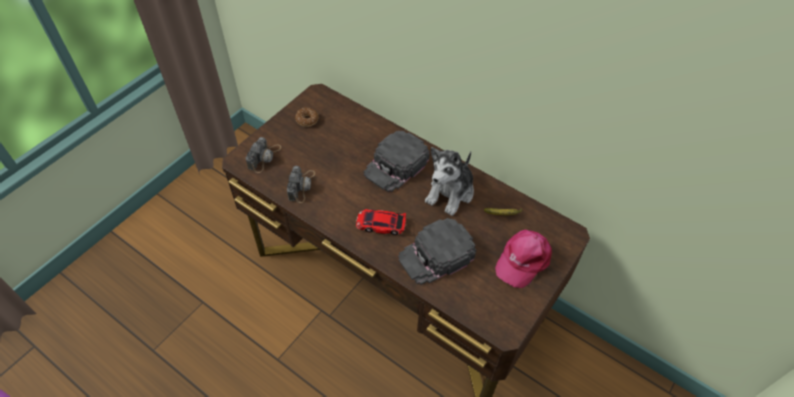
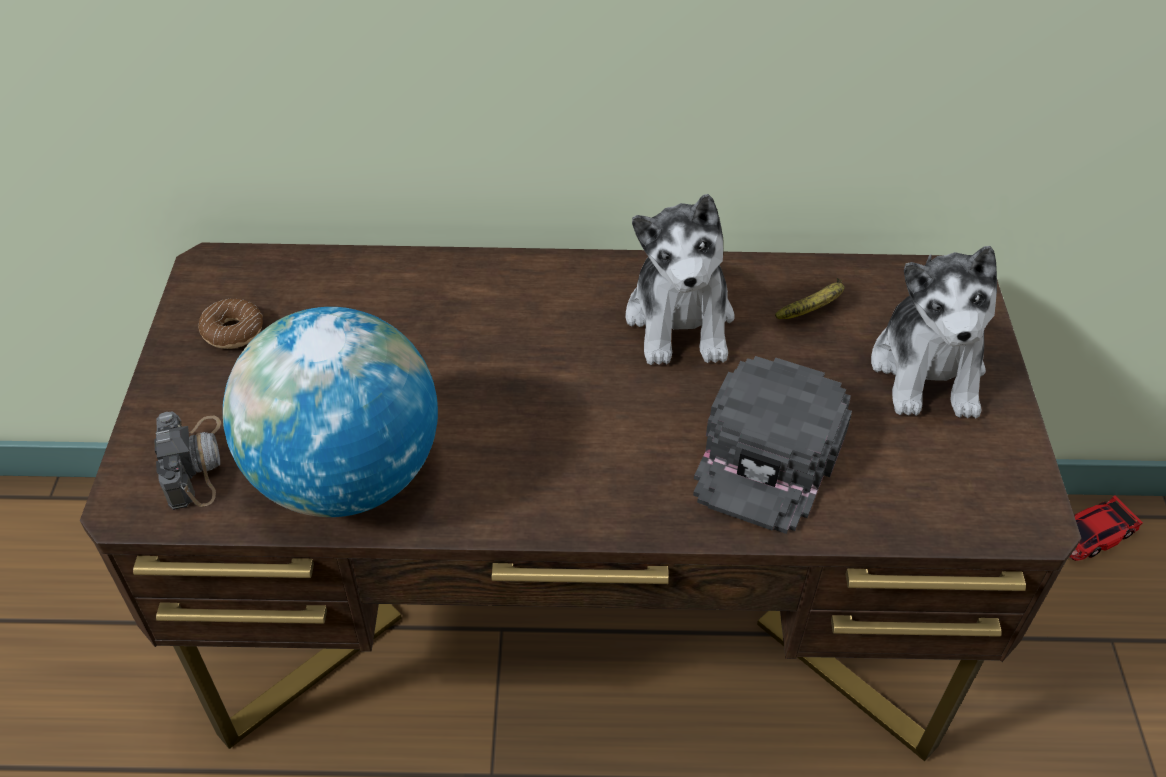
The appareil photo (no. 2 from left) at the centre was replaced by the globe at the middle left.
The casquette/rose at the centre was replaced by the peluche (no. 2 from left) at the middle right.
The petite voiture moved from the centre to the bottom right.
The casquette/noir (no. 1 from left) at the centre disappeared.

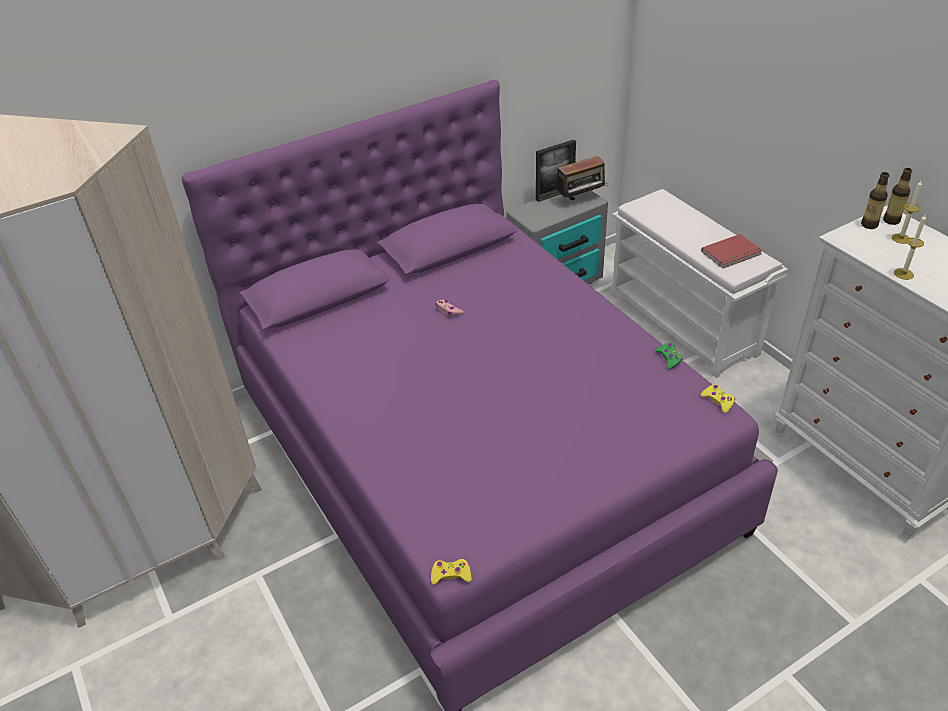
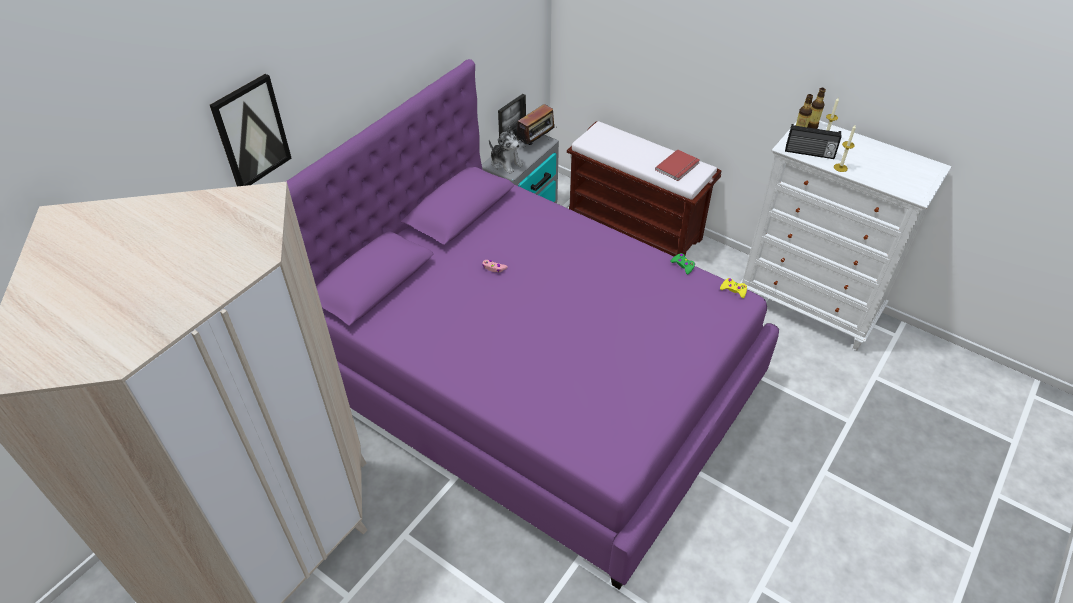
The tableau at the top left appeared.
The peluche at the top centre appeared.
The banc/blanc at the middle right became the banc/marron at the top centre.
The radio (no. 2 from left) at the top right appeared.
The manette/jaune (no. 1 from left) at the bottom centre disappeared.

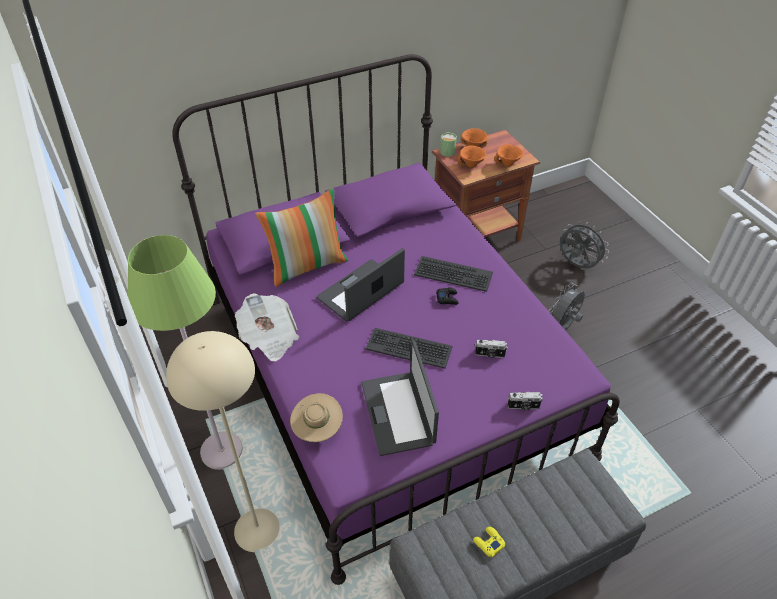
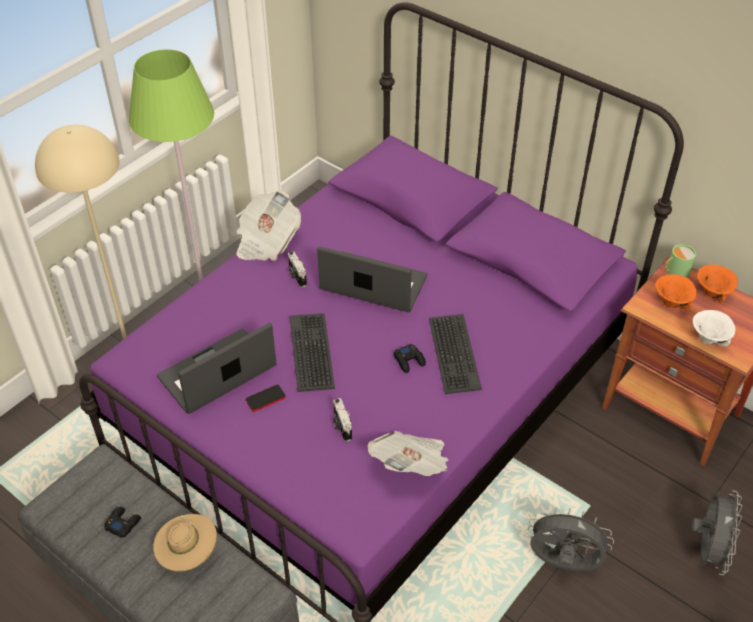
The manette/jaune at the bottom centre became the manette/noir (no. 1 from left) at the bottom left.
The chapeau/beige moved from the bottom centre to the bottom left.
The téléphone at the centre appeared.
The appareil photo (no. 2 from left in the first image) moved from the bottom right to the centre.
The journal (no. 2 from left) at the bottom centre appeared.
The bol/orange (no. 3 from left) at the top centre became the bol/blanc at the middle right.
The coussin at the centre disappeared.

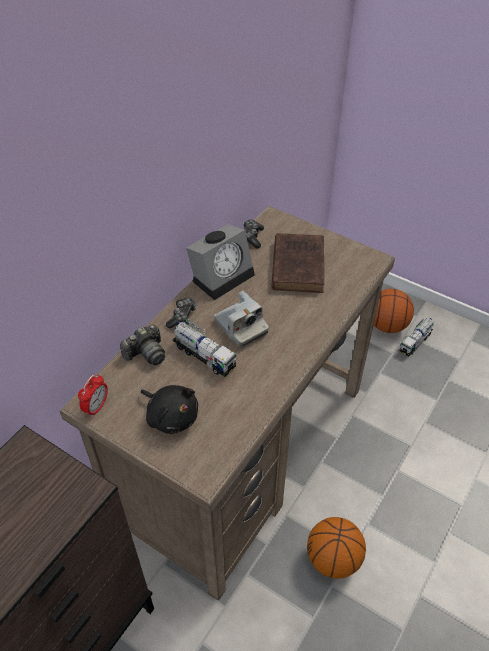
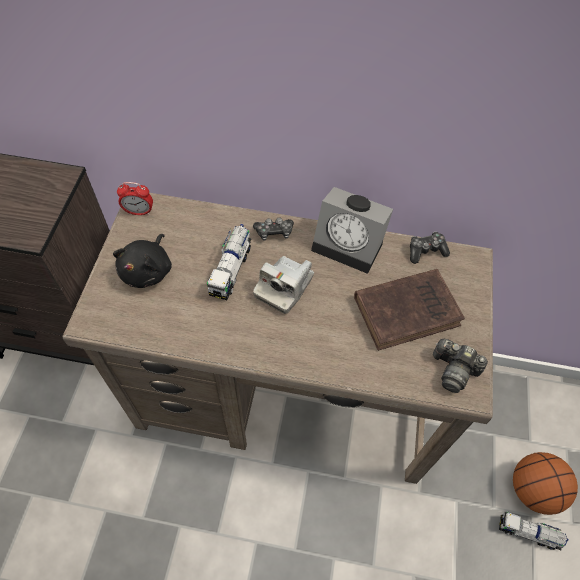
The appareil photo (no. 1 from left in the first image) moved from the middle left to the middle right.
The ballon de basket (no. 1 from left) at the bottom right disappeared.

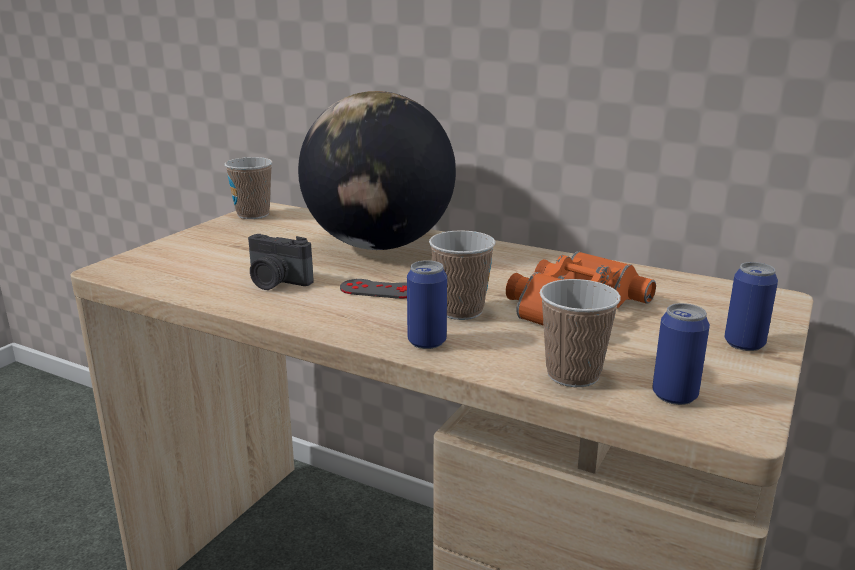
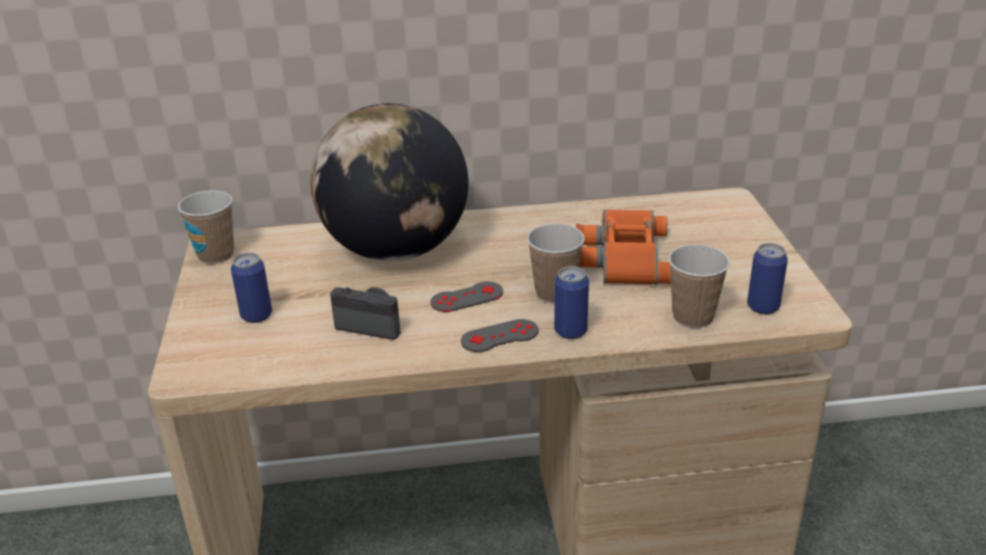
The boîte métallique (no. 3 from left in the first image) moved from the middle right to the middle left.
The appareil photo at the middle left turned 150 degrees counterclockwise.
The manette/gris (no. 2 from left) at the centre appeared.

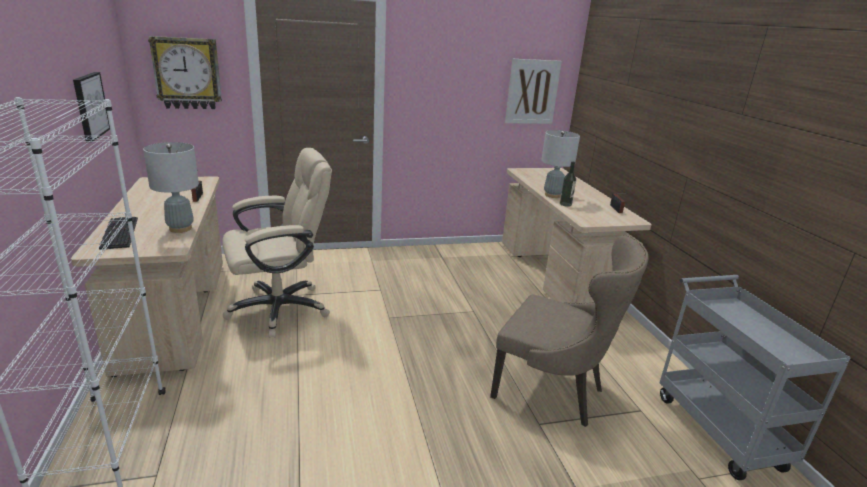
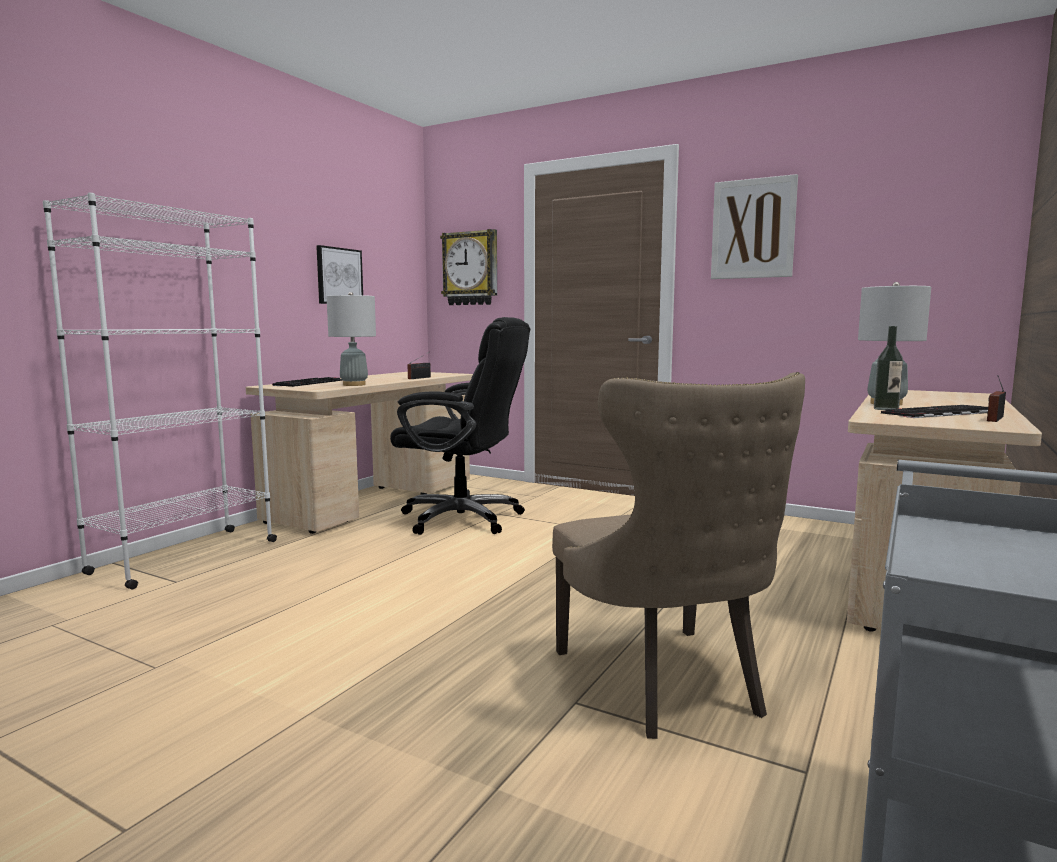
The chaise de bureau/beige at the middle left became the chaise de bureau/noir at the centre.
The tableau (no. 2 from left) moved from the top centre to the top right.
The clavier (no. 2 from left) at the middle right appeared.

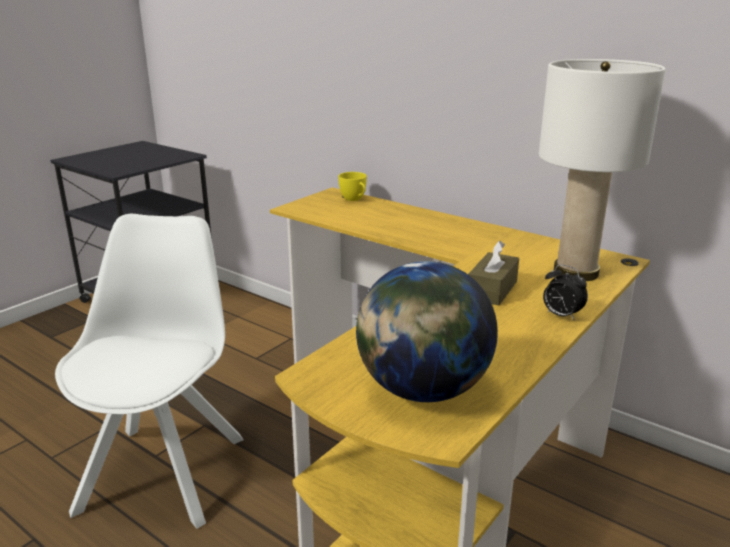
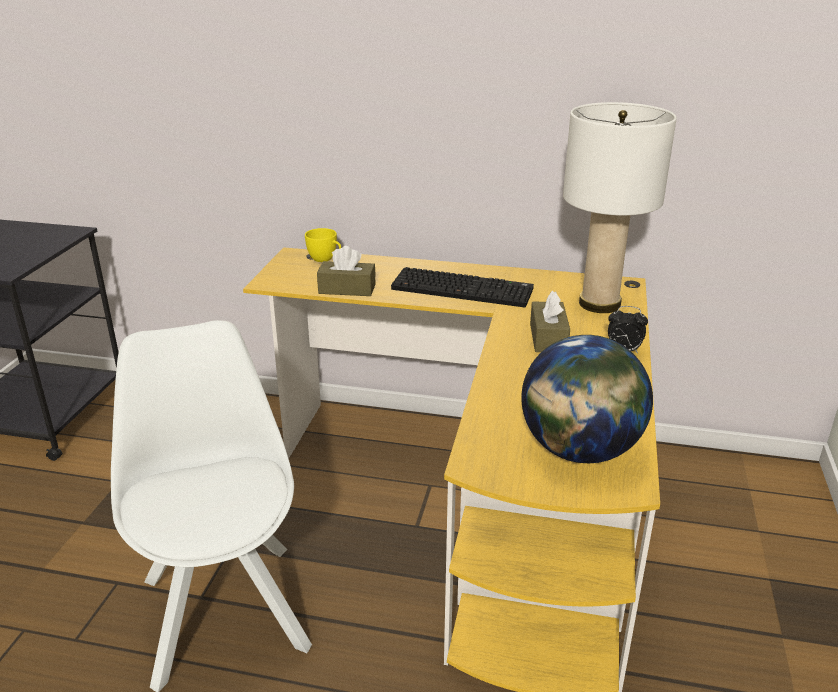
The boîte à mouchoirs/marron (no. 1 from left) at the centre appeared.
The clavier at the centre appeared.

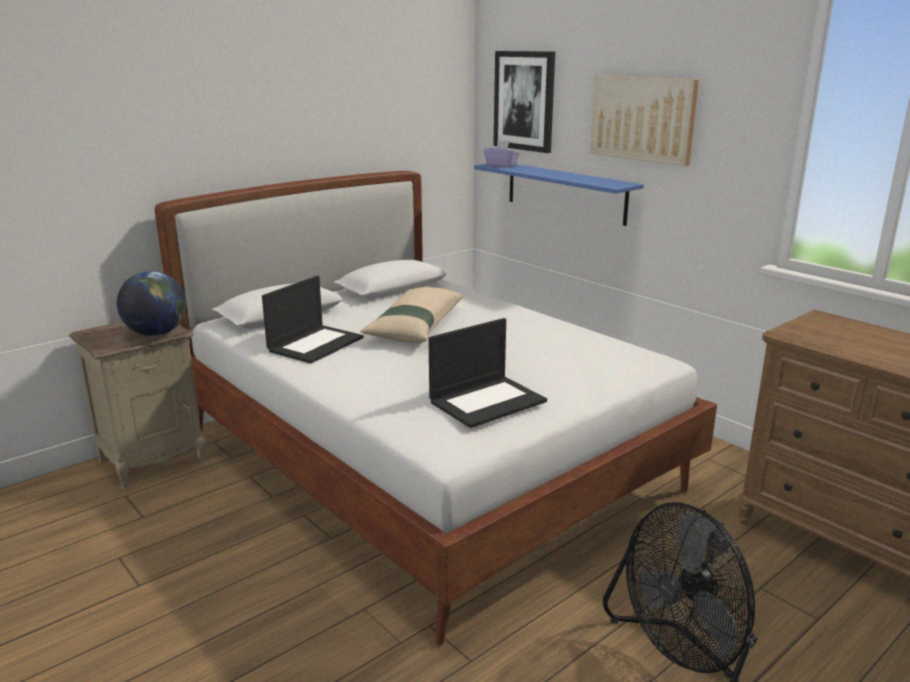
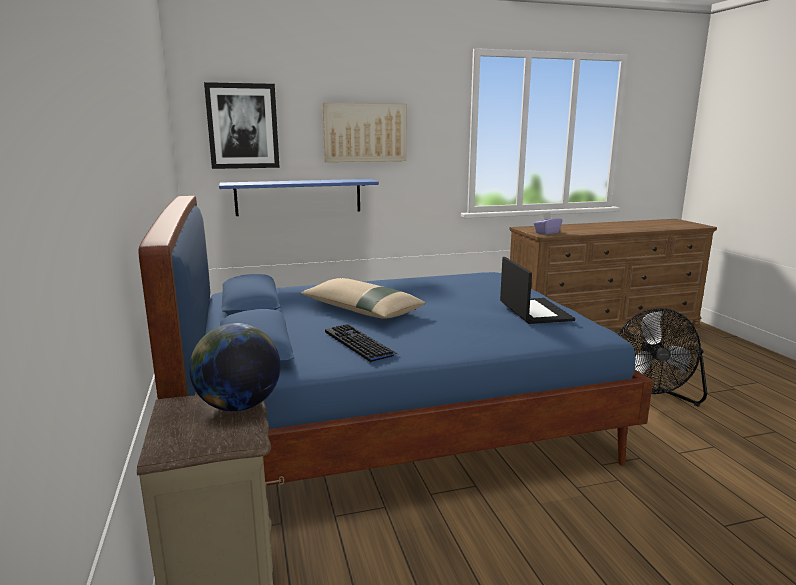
The lit/blanc at the centre became the lit/bleu at the centre.
The ordinateur portable (no. 1 from left) at the centre was replaced by the clavier at the centre.
The boîte à mouchoirs/violet moved from the top centre to the middle right.

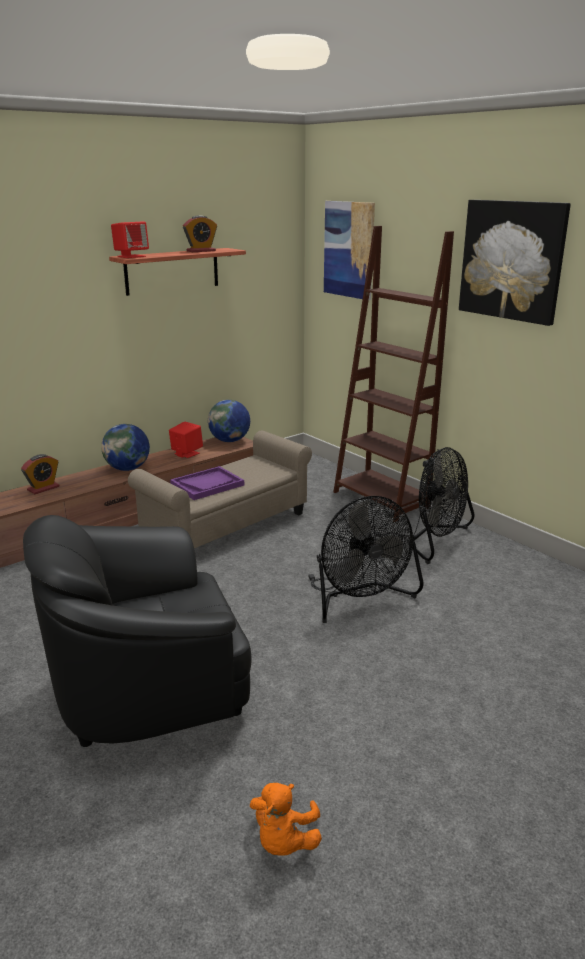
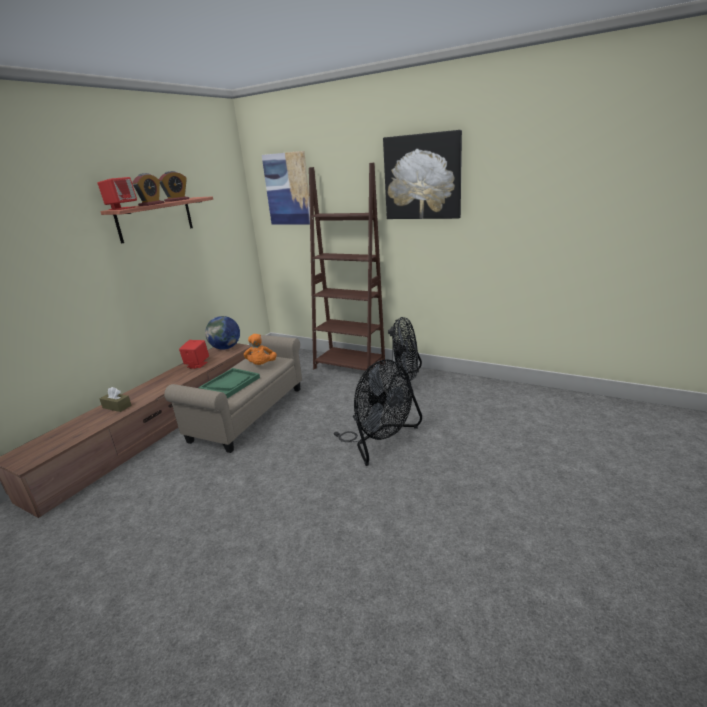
The boîte à mouchoirs/marron at the middle left appeared.
The réveil (no. 1 from left) moved from the middle left to the top left.
The plateau/violet at the centre became the plateau/vert at the middle left.
The peluche/orange moved from the bottom centre to the centre.
The fauteuil/noir at the middle left disappeared.
The globe (no. 1 from left) at the middle left disappeared.

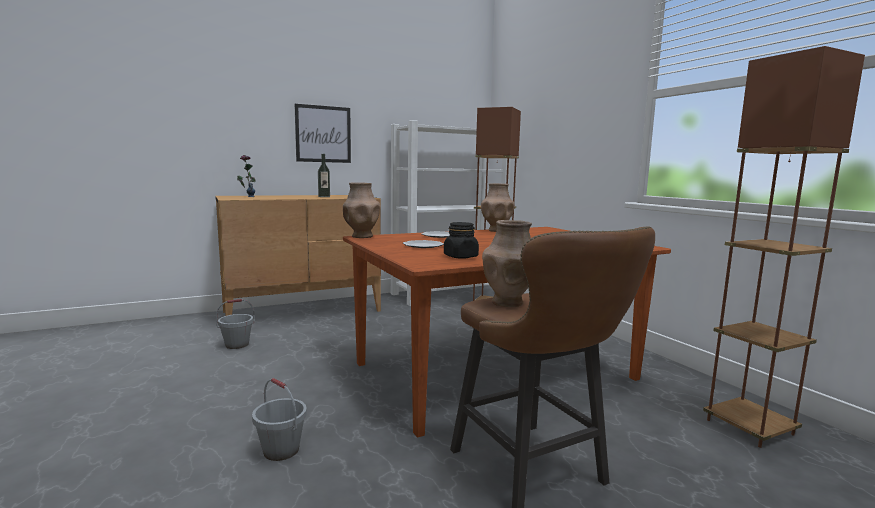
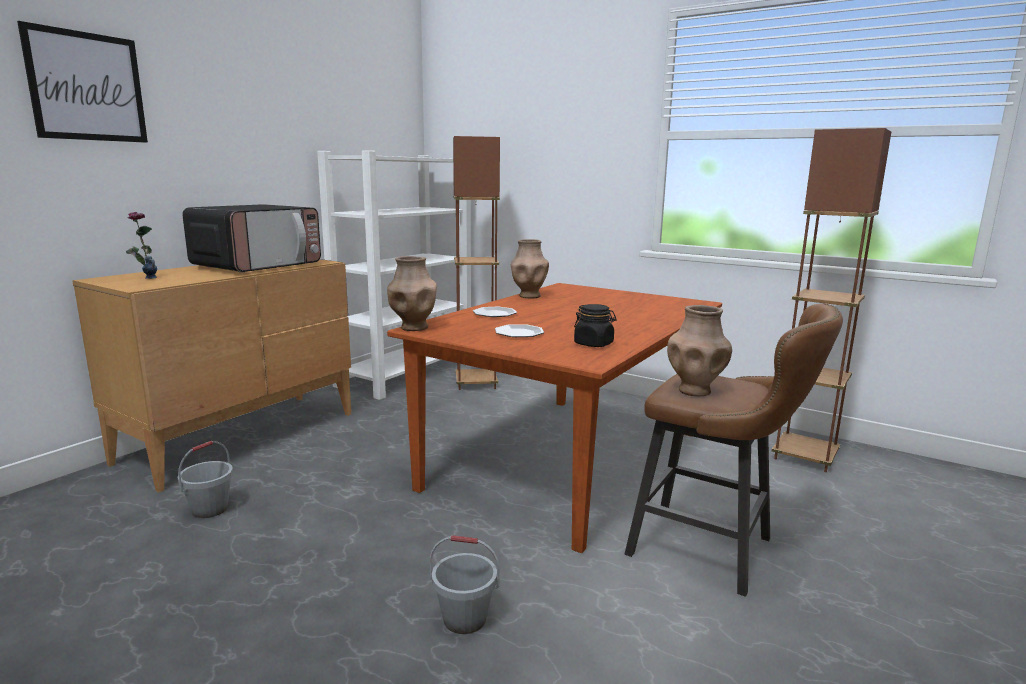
The tableau moved from the top centre to the top left.
The bouteille at the centre was replaced by the micro-ondes at the middle left.

